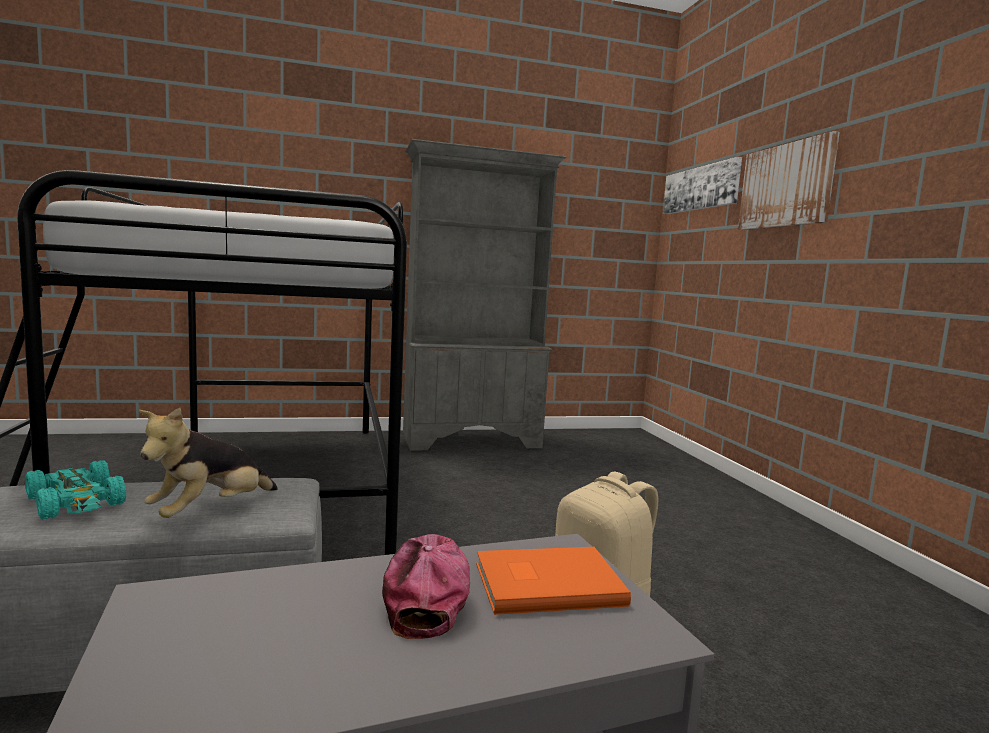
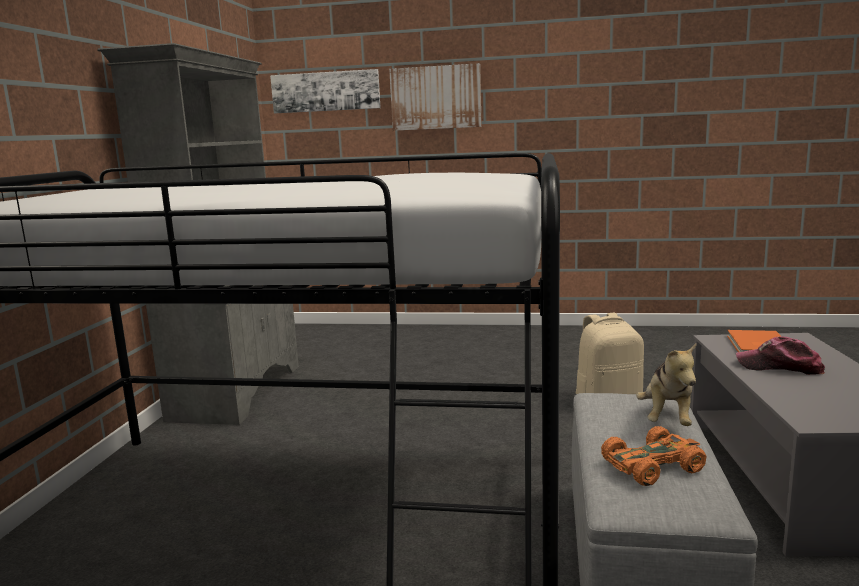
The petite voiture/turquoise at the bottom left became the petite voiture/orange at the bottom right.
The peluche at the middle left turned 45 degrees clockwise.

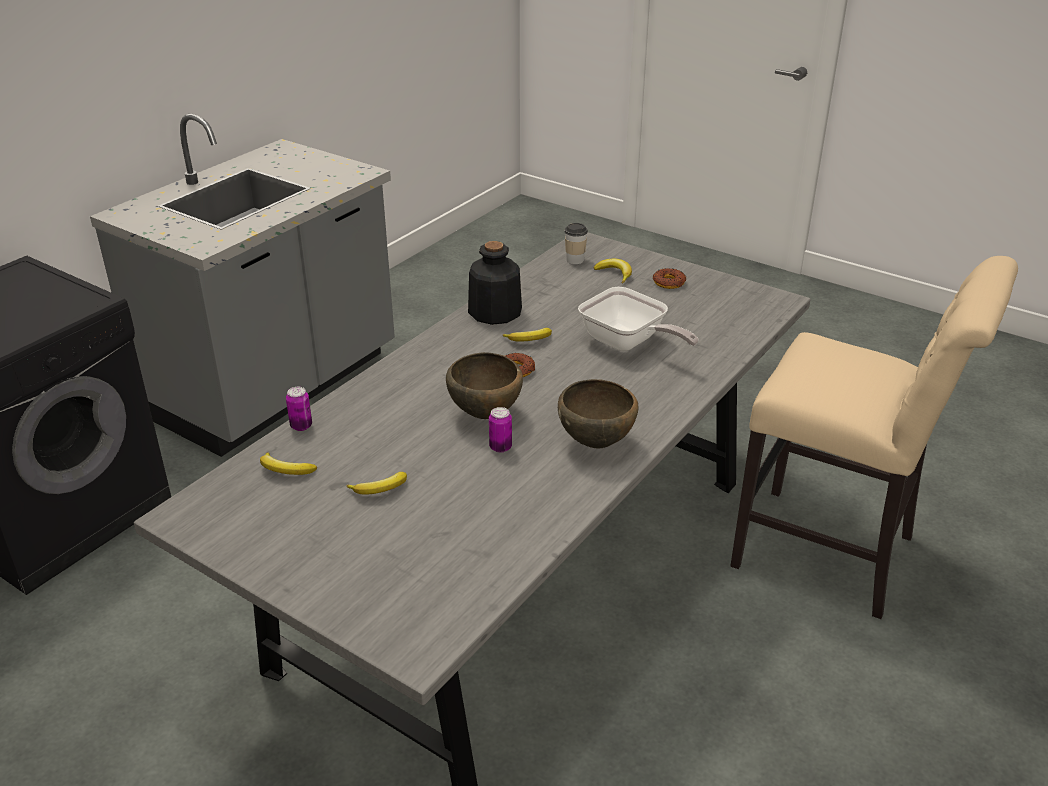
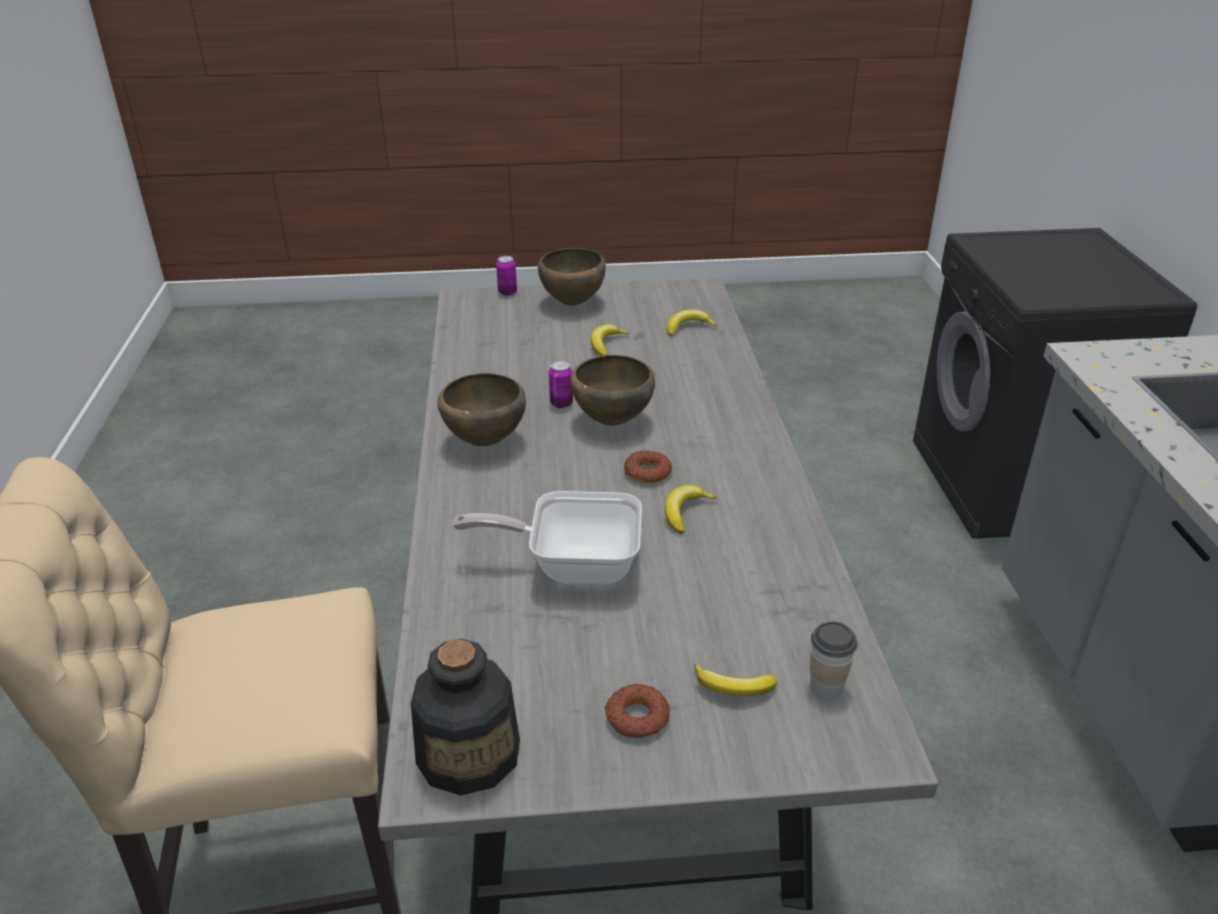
The bouteille moved from the centre to the bottom centre.
The boîte métallique (no. 1 from left) moved from the middle left to the top centre.
The bol/marron (no. 2 from left) at the top centre appeared.

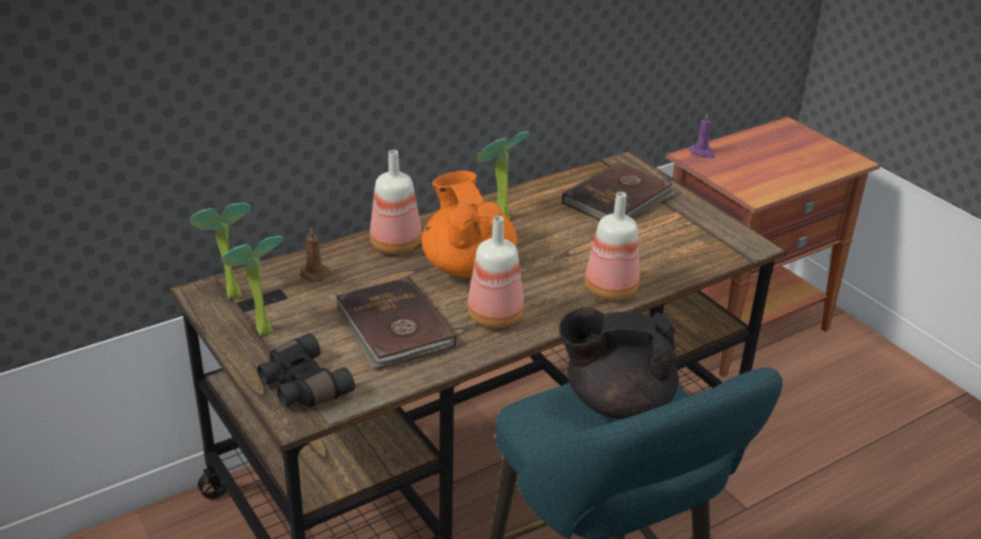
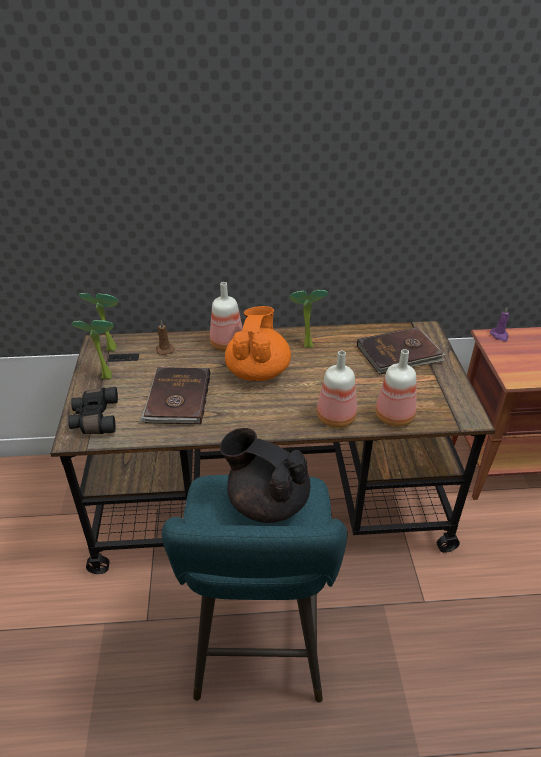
The bouteille (no. 2 from left in the first image) moved from the centre to the middle right.

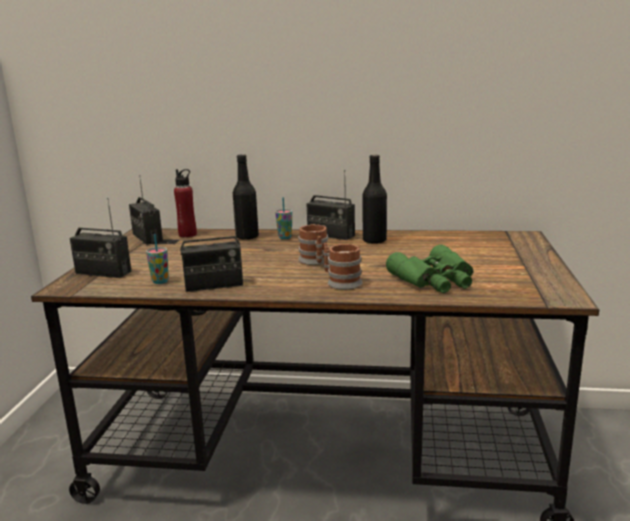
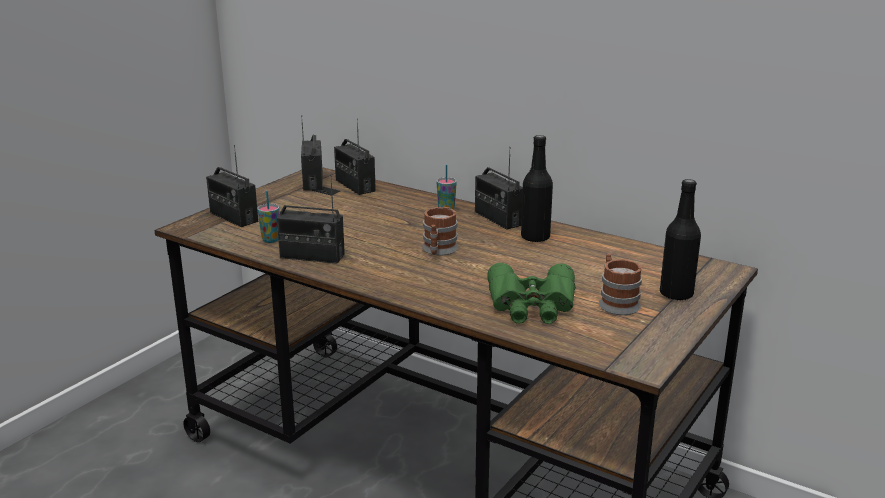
The bouteille/rouge at the middle left was replaced by the radio (no. 4 from left) at the top centre.
The mug (no. 2 from left) moved from the centre to the middle right.
The bouteille/noir (no. 1 from left in the first image) moved from the centre to the middle right.

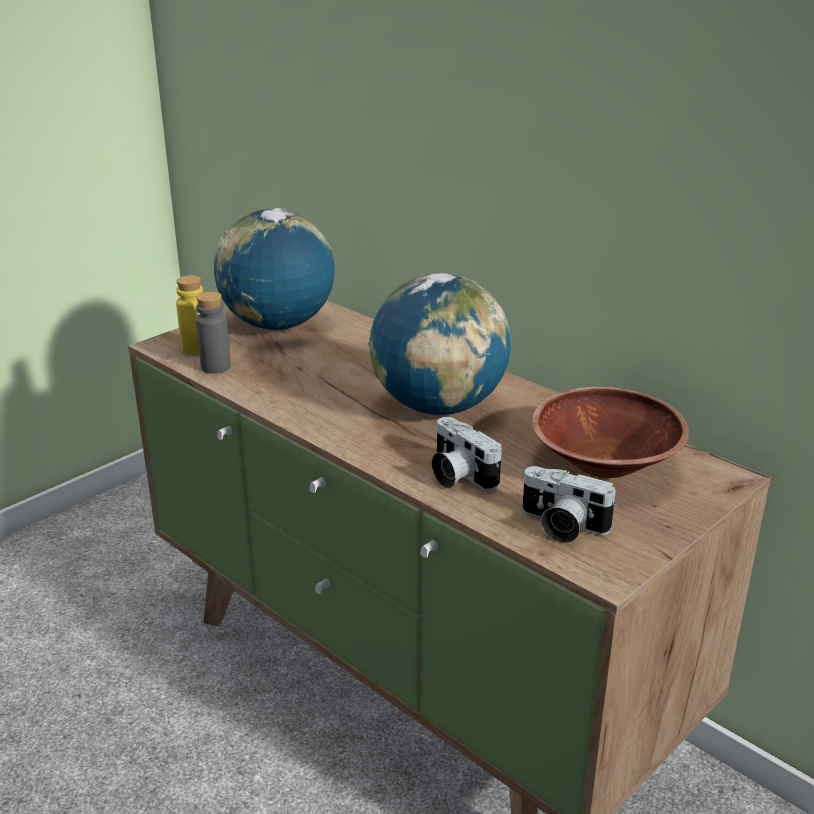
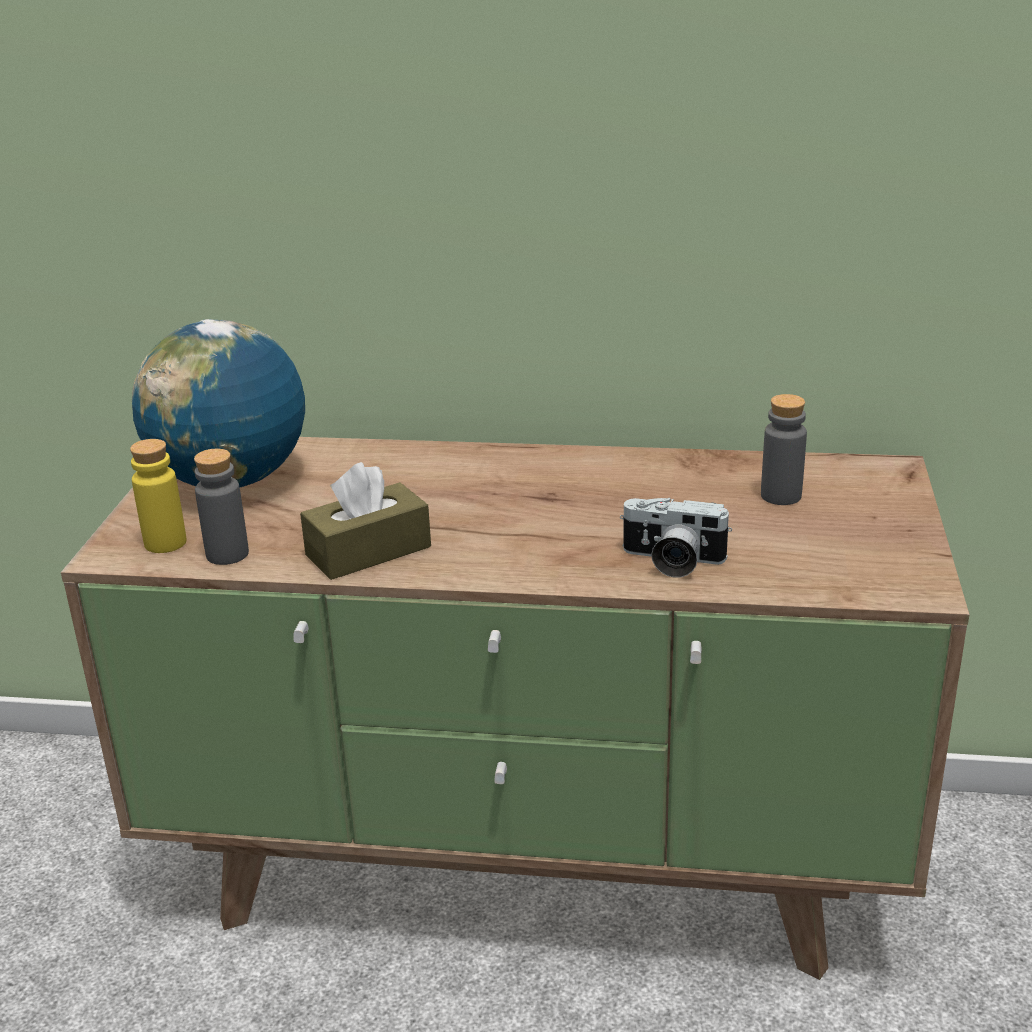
The boîte à mouchoirs/marron at the centre appeared.
The bol/marron at the middle right was replaced by the bouteille/gris (no. 2 from left) at the middle right.
The globe (no. 2 from left) at the centre disappeared.
The appareil photo (no. 2 from left) at the middle right disappeared.

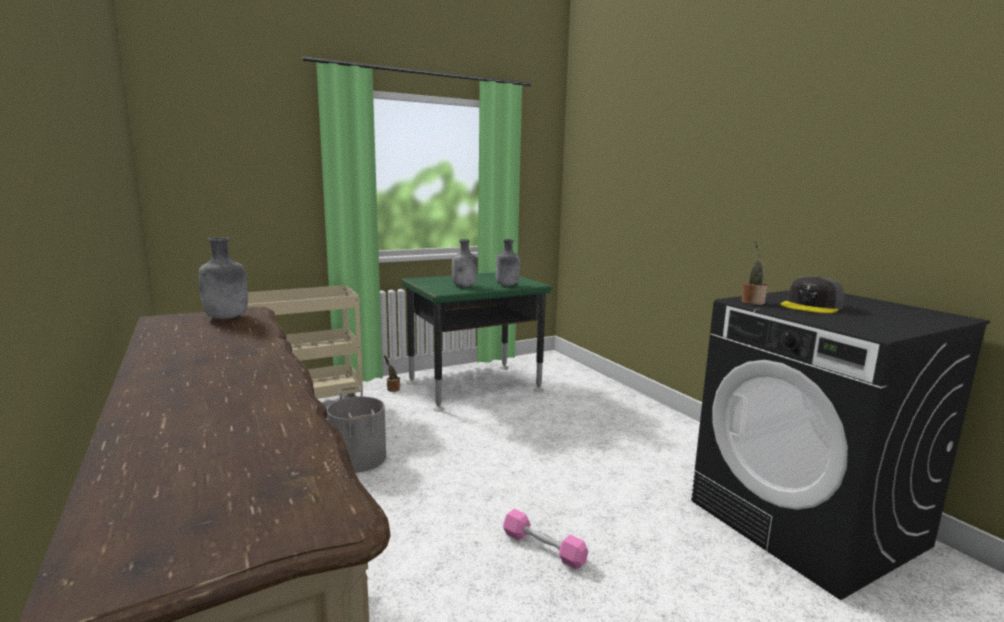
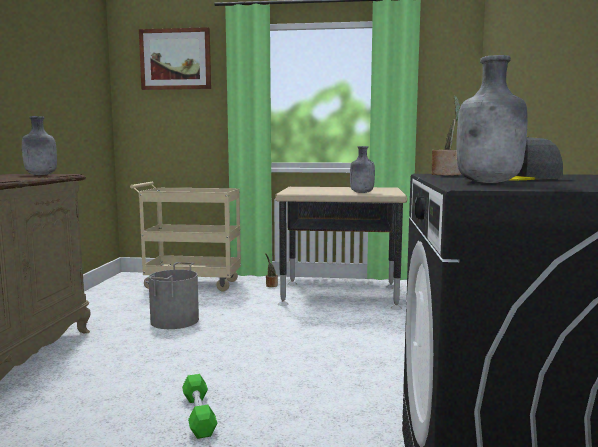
The tableau at the top left appeared.
The haltère/rose at the bottom centre became the haltère/vert at the bottom left.
The bureau/vert at the centre became the bureau/beige at the centre.
The bouteille/gris (no. 2 from left in the first image) moved from the centre to the top right.

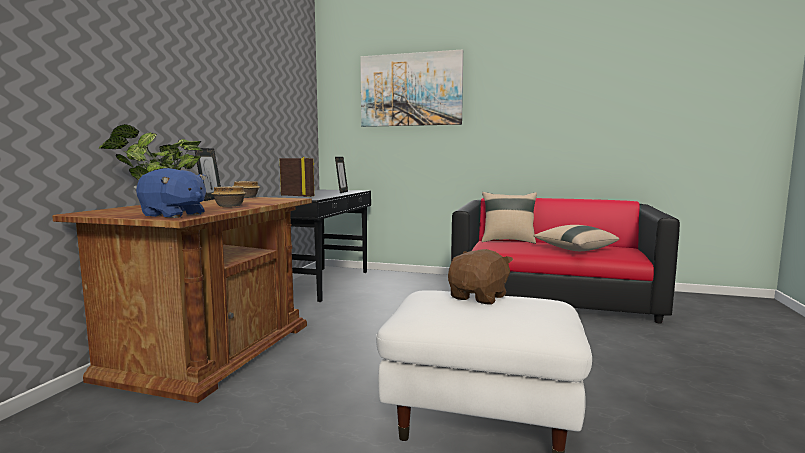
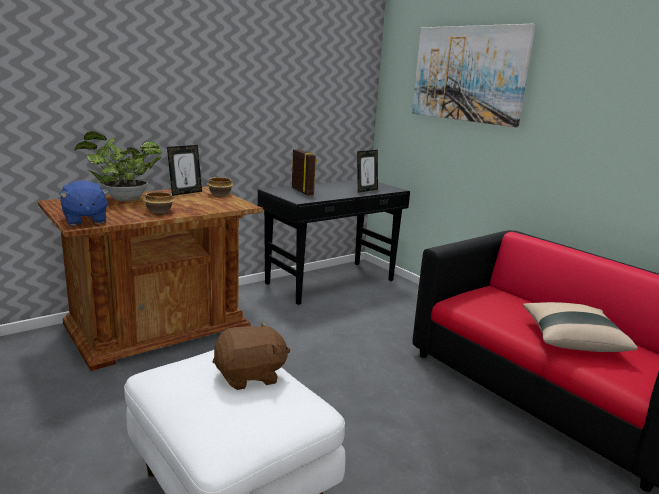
The coussin/beige (no. 1 from left) at the centre disappeared.

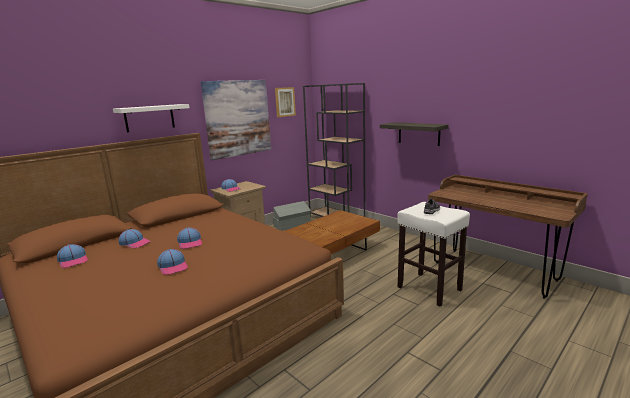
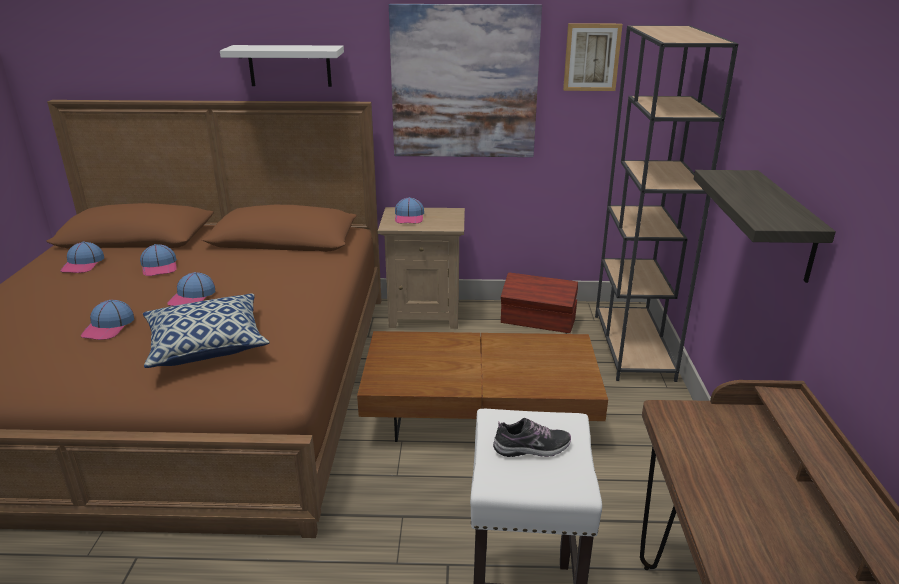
The coussin at the middle left appeared.
The boîte de rangement/gris at the centre became the boîte de rangement/marron at the centre.

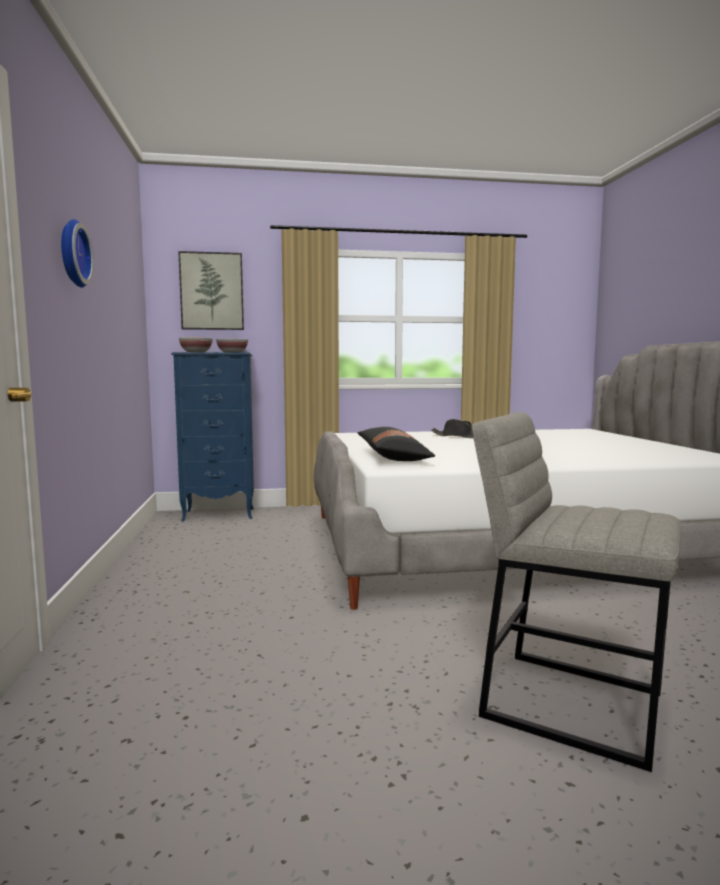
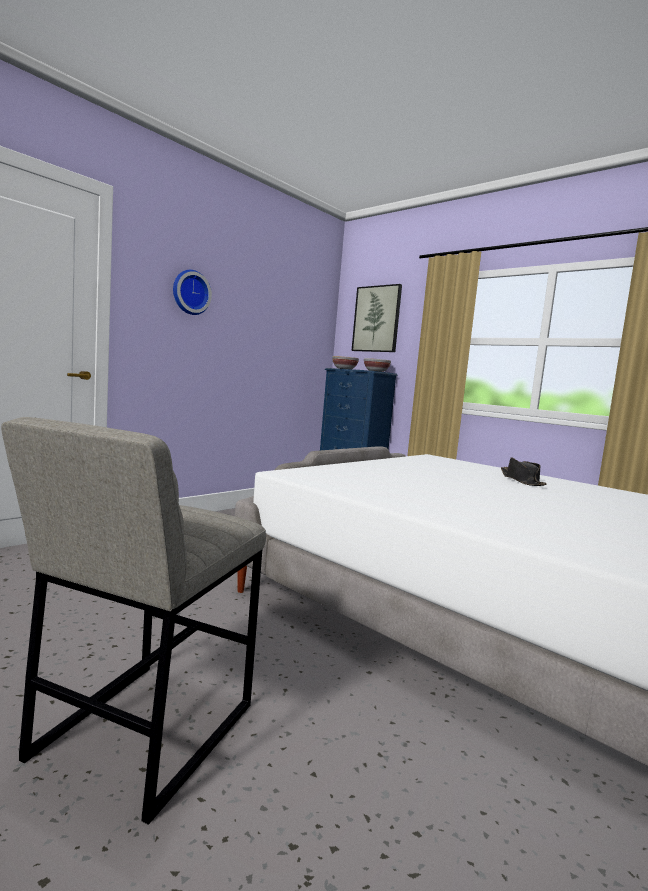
The chaise/gris at the bottom right turned 150 degrees counterclockwise.
The coussin/noir at the centre disappeared.

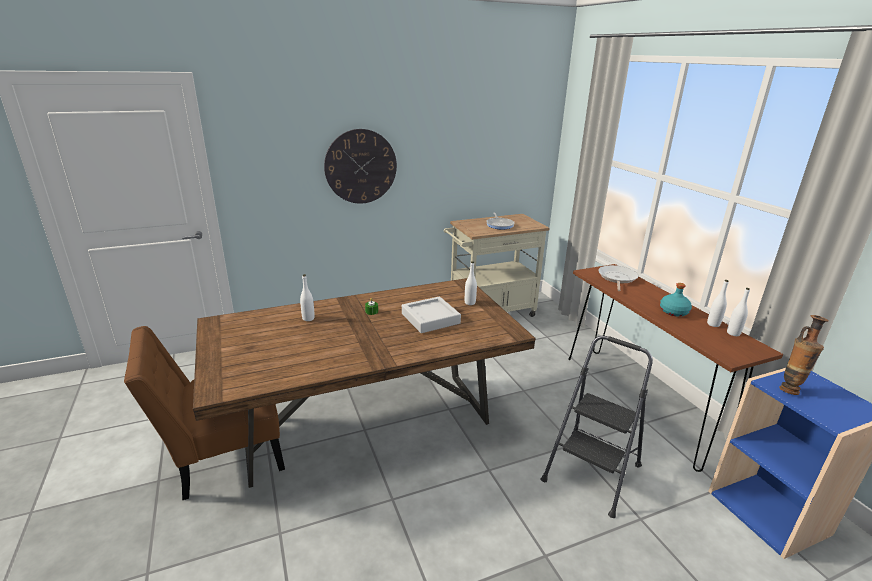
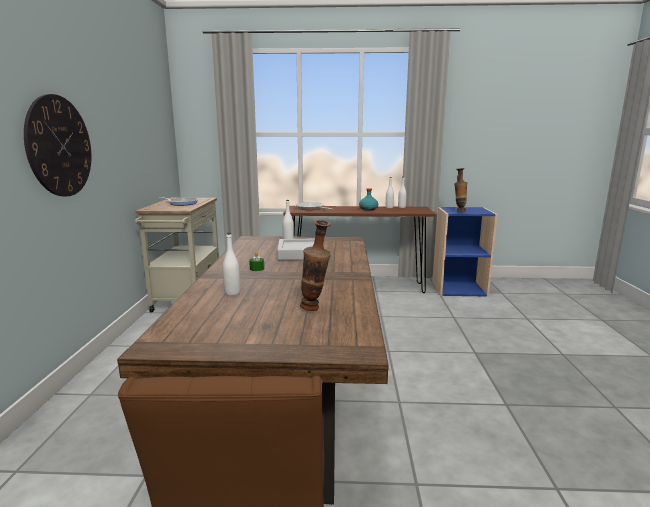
The vase (no. 1 from left) at the centre appeared.
The escabeau/noir at the bottom right disappeared.

